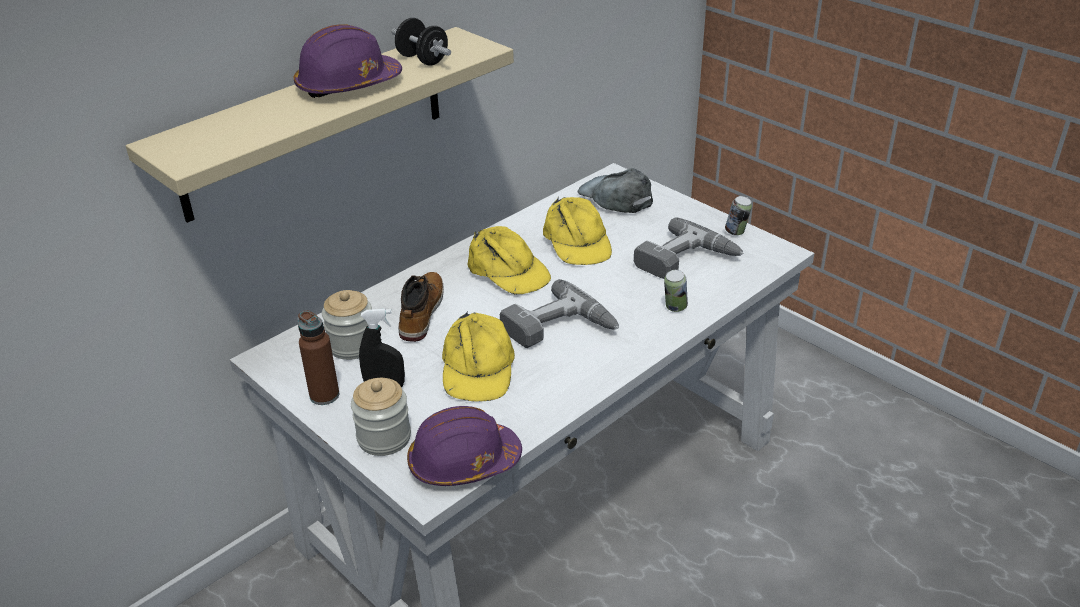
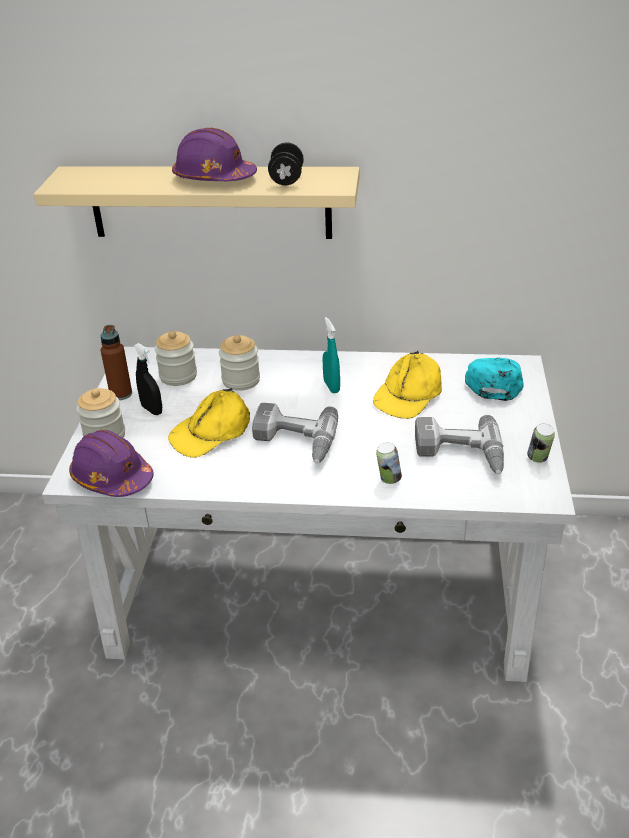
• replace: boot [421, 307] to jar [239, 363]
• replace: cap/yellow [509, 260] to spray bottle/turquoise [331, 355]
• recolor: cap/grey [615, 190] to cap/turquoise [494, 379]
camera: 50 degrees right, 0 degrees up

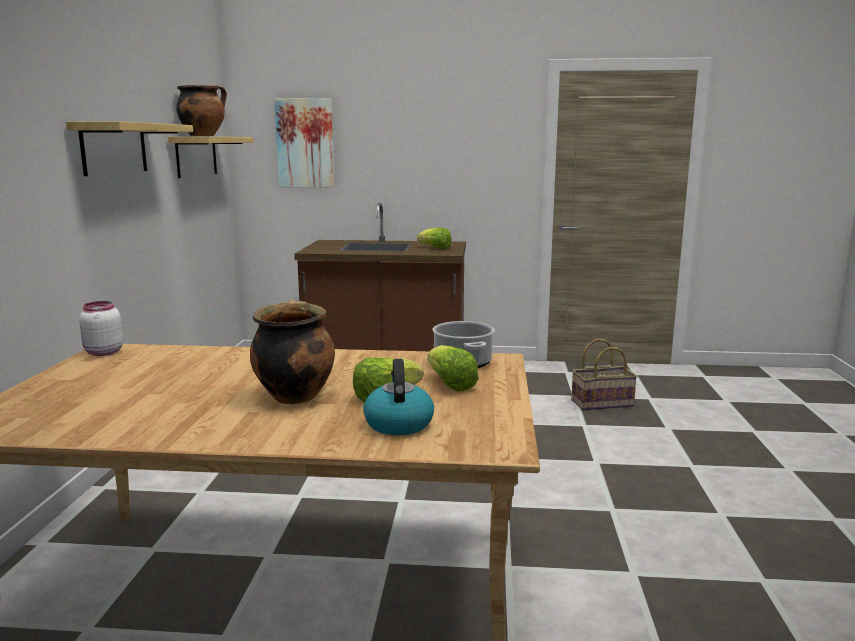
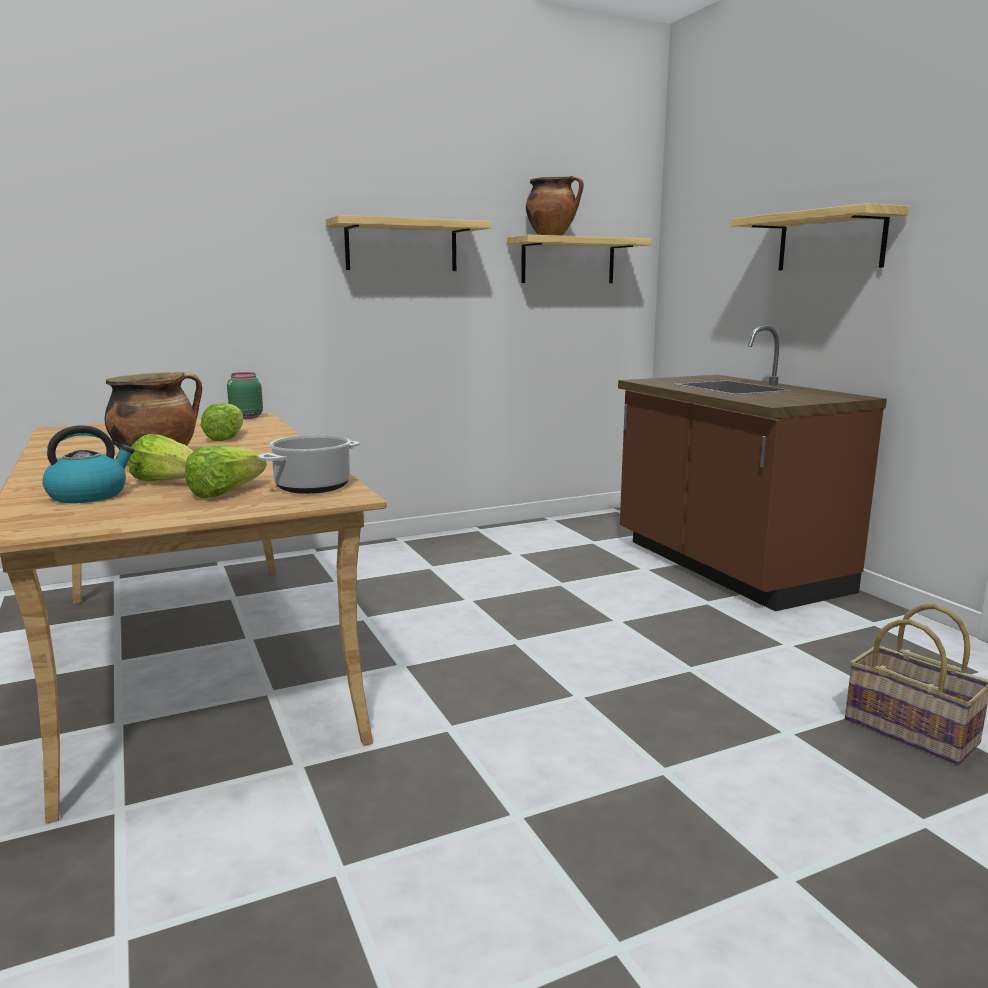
• delete: picture [304, 142]
• insert: shelf [820, 236]
• move: lettuce [434, 238] to [222, 422]
• recolor: jar/white [101, 328] to jar/green [245, 395]
camera: 60 degrees right, 0 degrees up

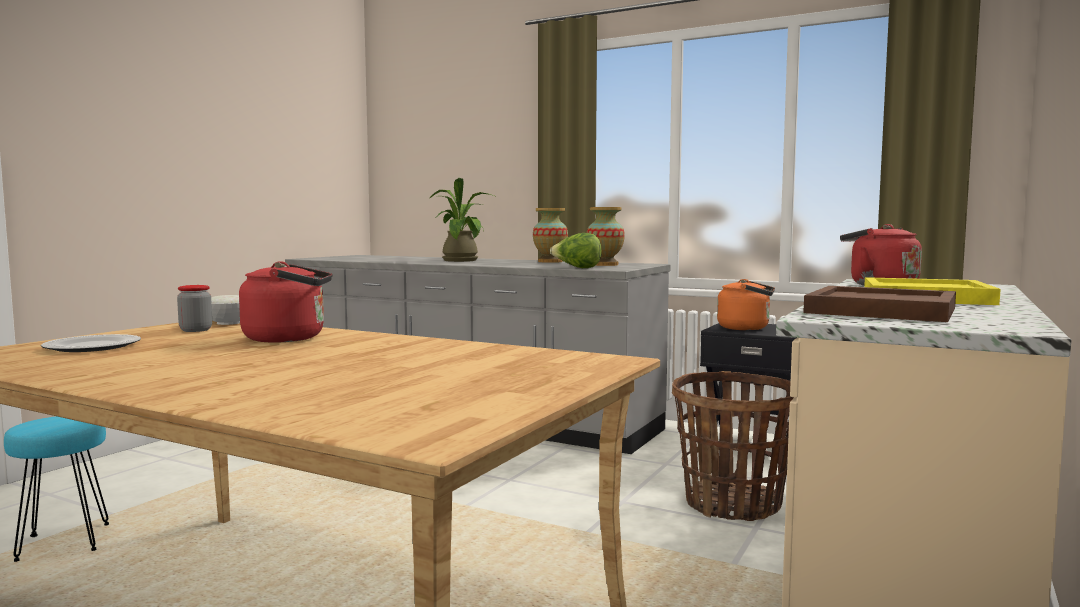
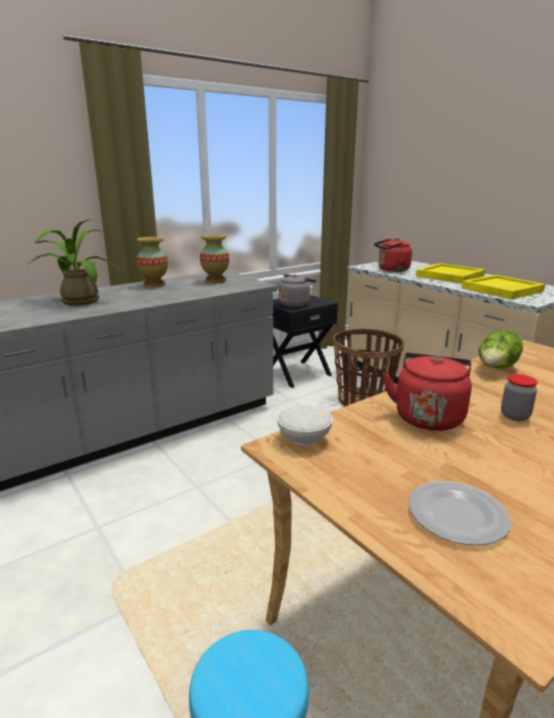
• move: jar [194, 308] to [519, 397]
• move: lettuce [576, 250] to [501, 349]
• recolor: kettle/orange [746, 304] to kettle/grey [296, 290]
• recolor: tray/brown [879, 304] to tray/yellow [503, 287]
camera: 65 degrees left, 15 degrees up

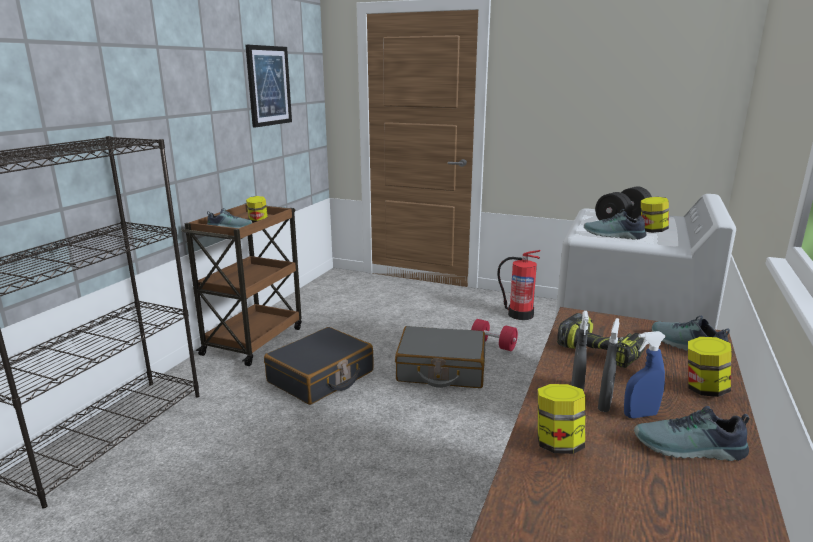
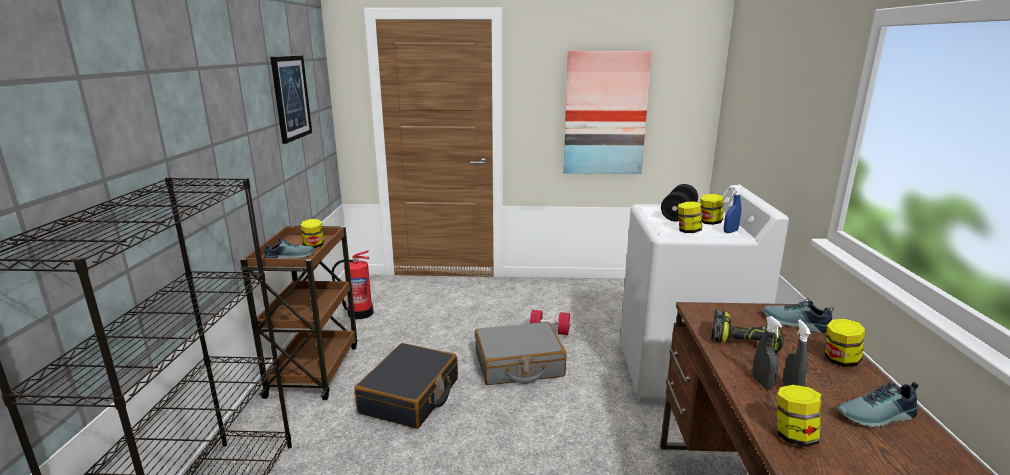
• insert: picture [607, 112]
• move: fire extinguisher [519, 285] to [353, 284]
• move: spray bottle/blue [645, 374] to [733, 209]
• replace: shoe [615, 224] to jar [690, 217]
camera: 20 degrees left, 0 degrees up

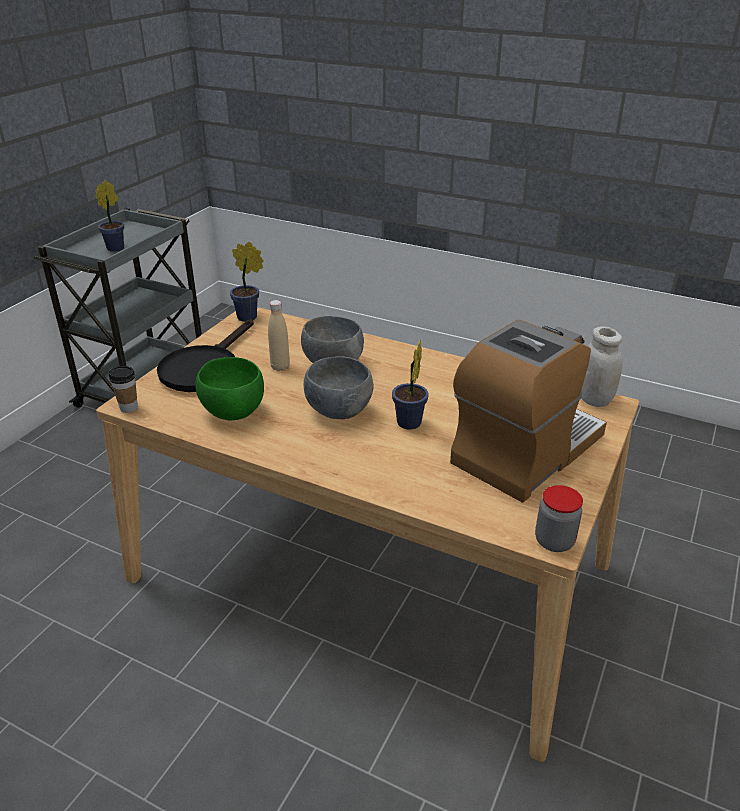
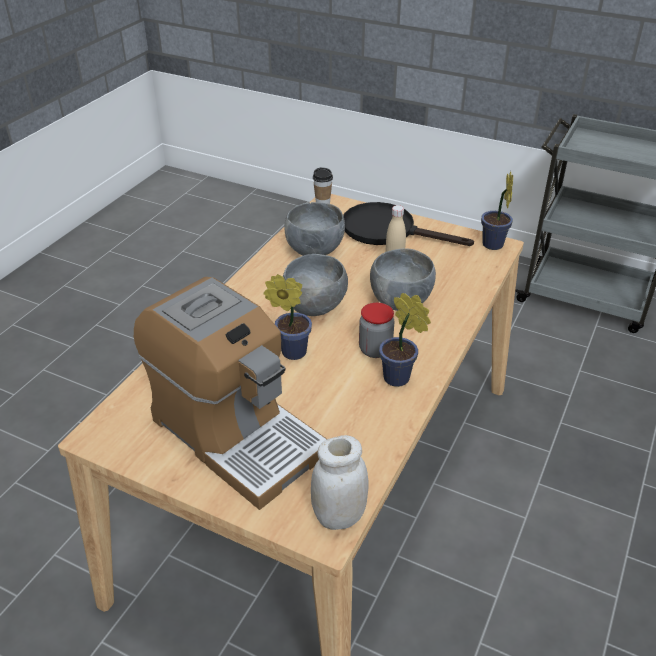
• move: potted plant [109, 216] to [405, 340]
• move: jar [559, 518] to [377, 330]
• recolor: bowl/green [229, 388] to bowl/grey [314, 229]
camera: 90 degrees right, 5 degrees up

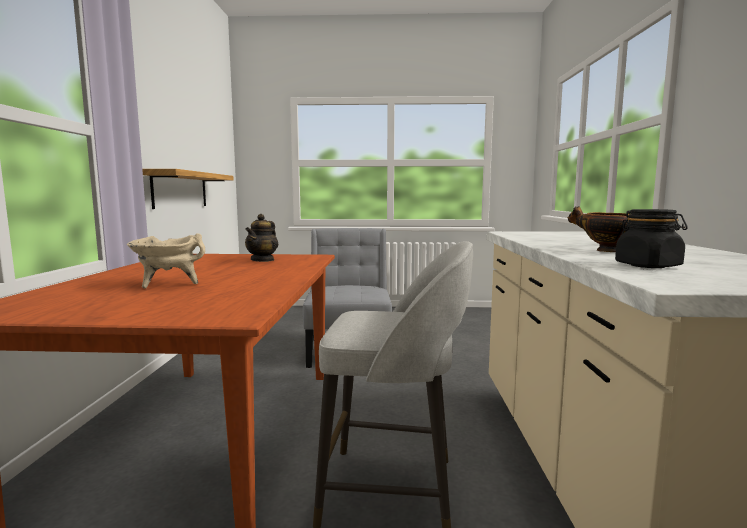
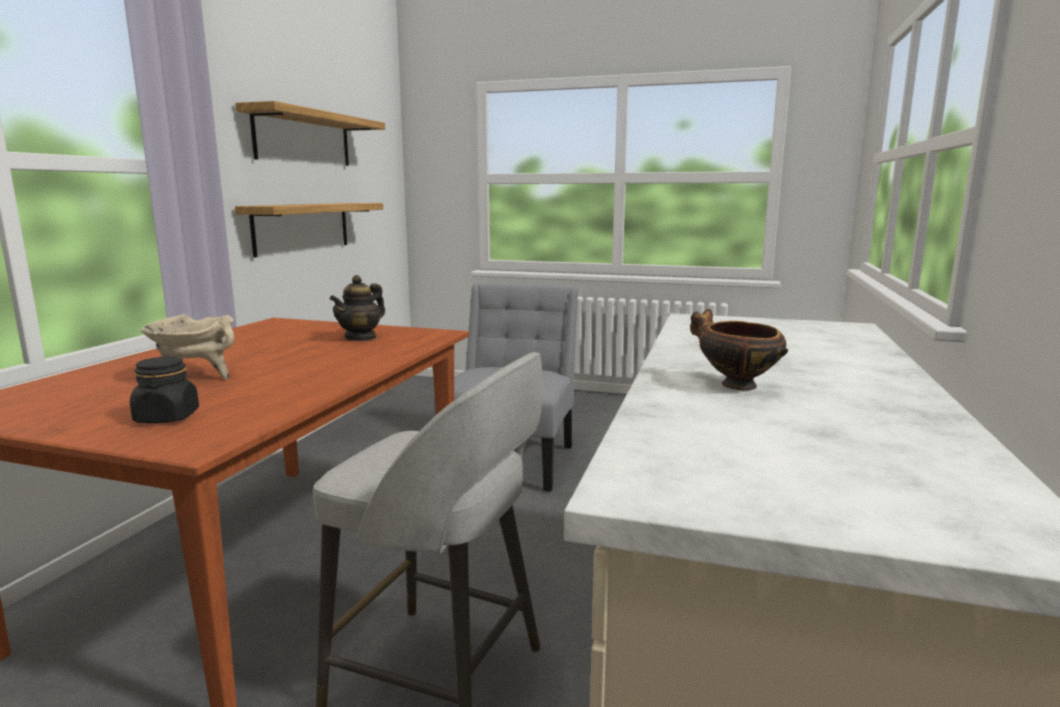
• insert: shelf [310, 133]
• move: jar/black [651, 238] to [164, 389]
camera: 15 degrees right, 5 degrees up

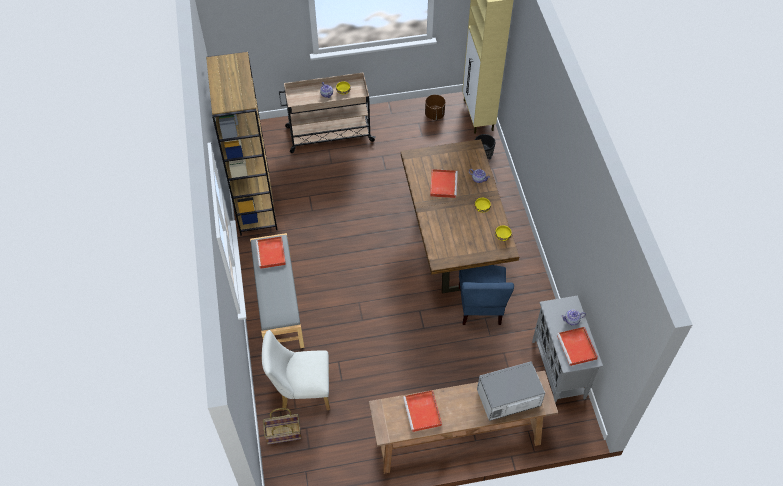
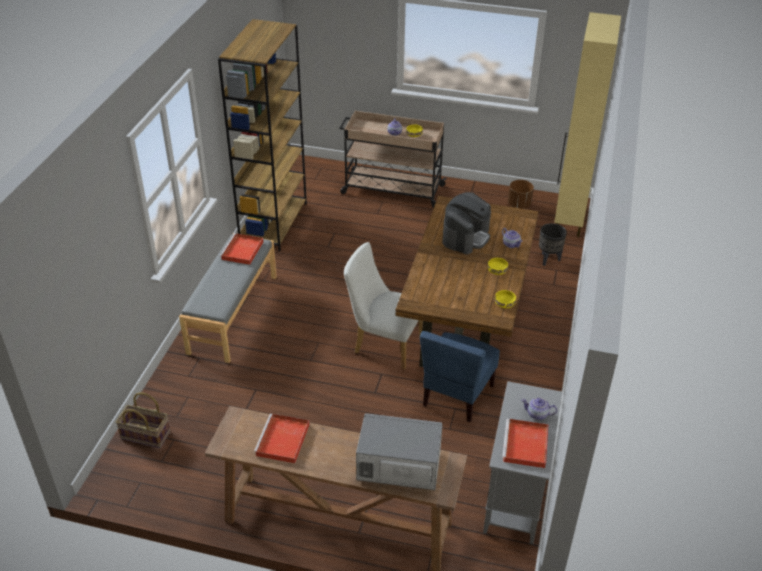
• move: chair/white [296, 370] to [383, 306]
• replace: tray/red [444, 183] to coffee machine [466, 223]
camera: 25 degrees right, 15 degrees down

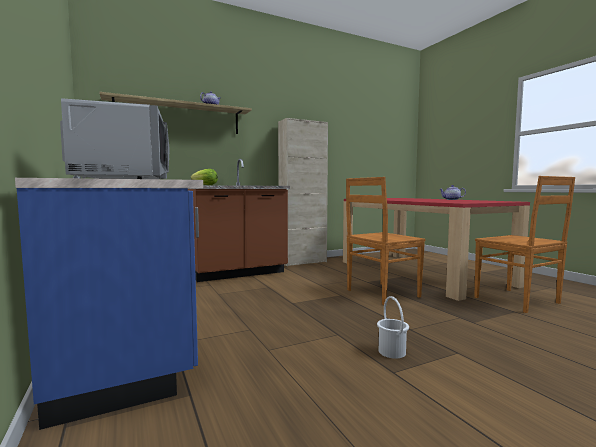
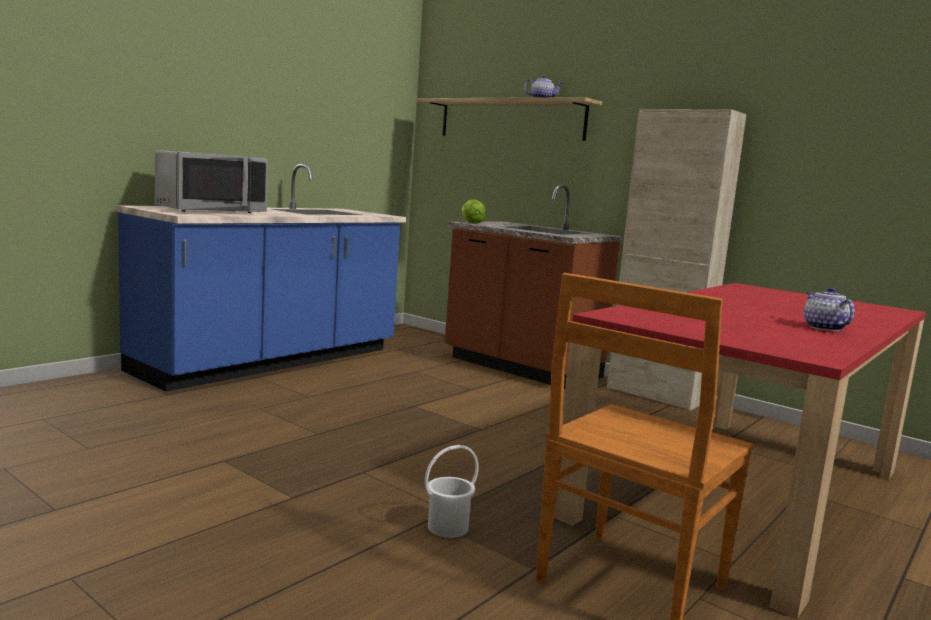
• delete: chair/brown [386, 241]
• move: bucket/white [393, 327] to [452, 491]
camera: 65 degrees right, 5 degrees up

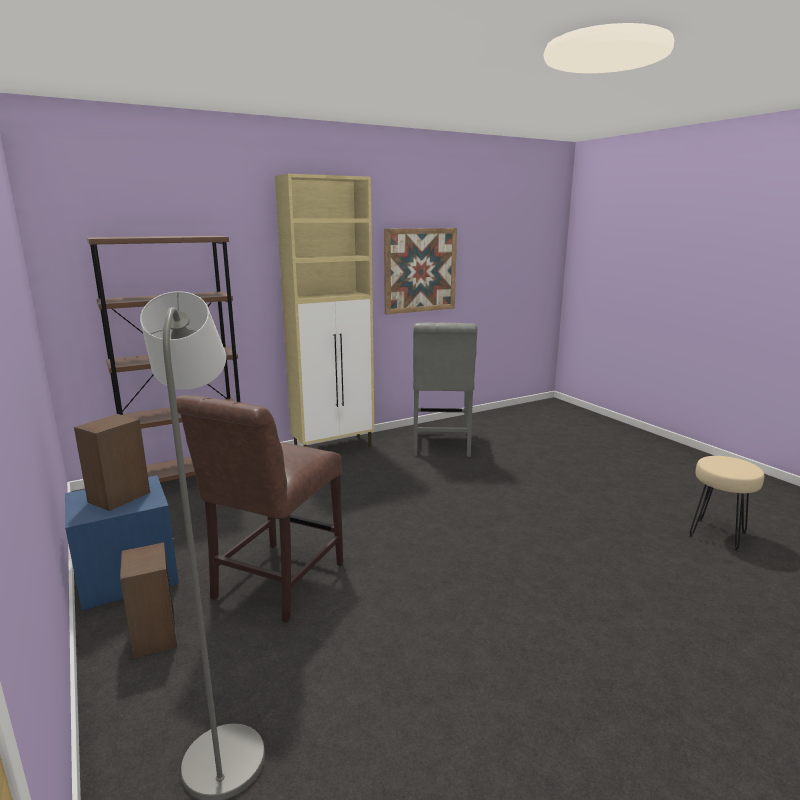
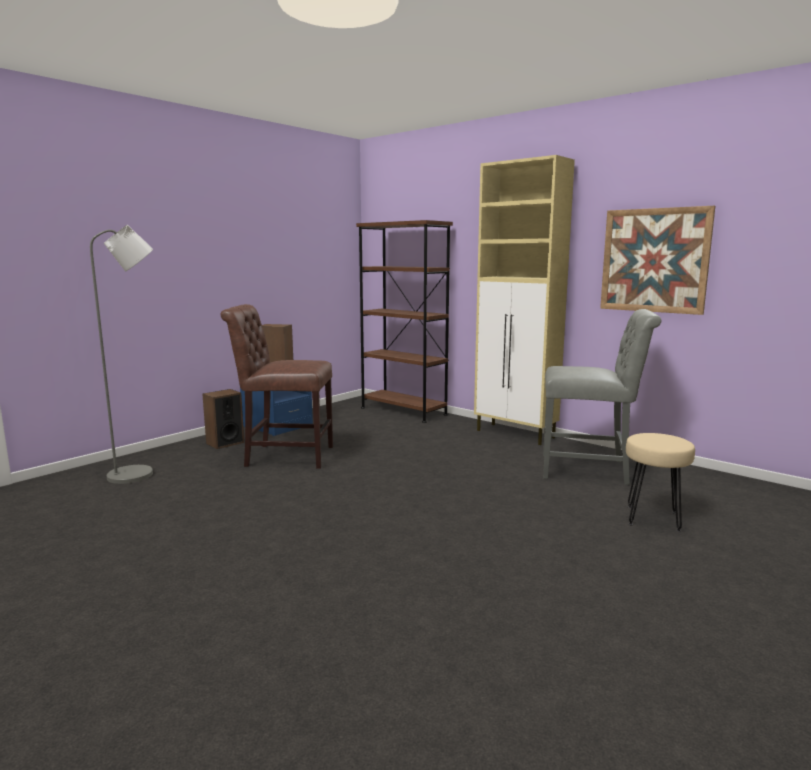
• move: stool/beige [726, 504] to [660, 482]
• rotate: chair/grey [445, 389] = [602, 397] 150 degrees counterclockwise
camera: 70 degrees right, 5 degrees down

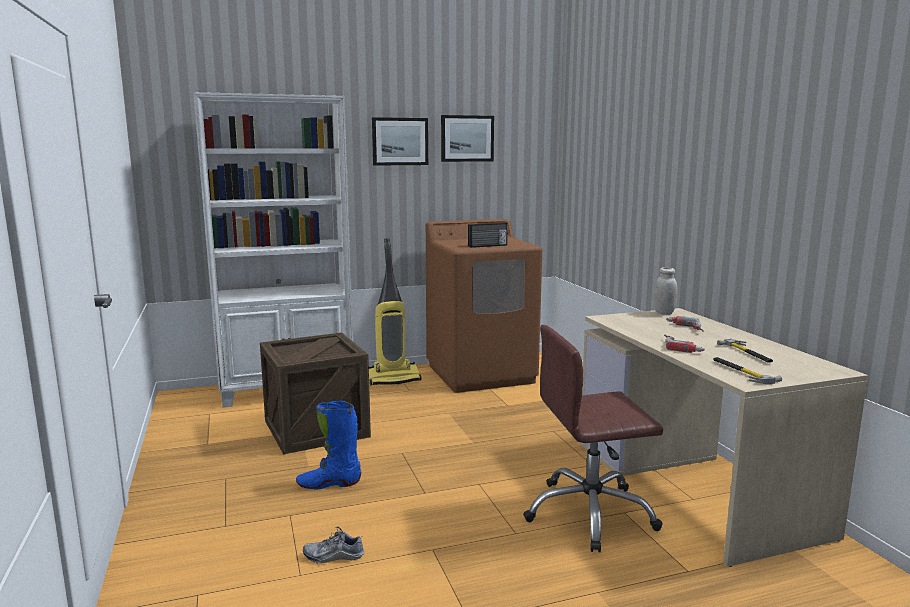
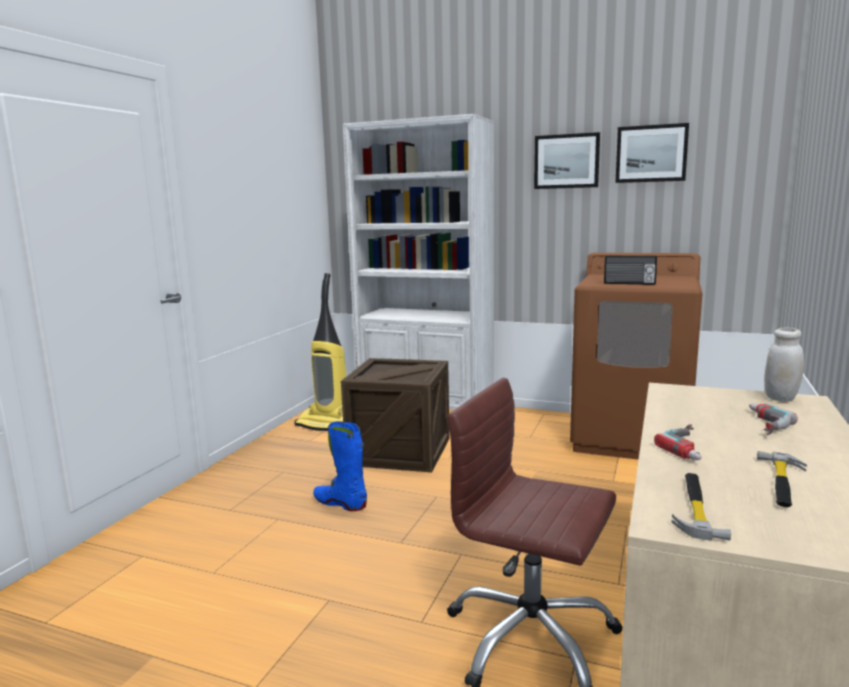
• delete: shoe [333, 545]
• move: vacuum cleaner [395, 311] to [320, 352]
camera: 40 degrees right, 0 degrees up

